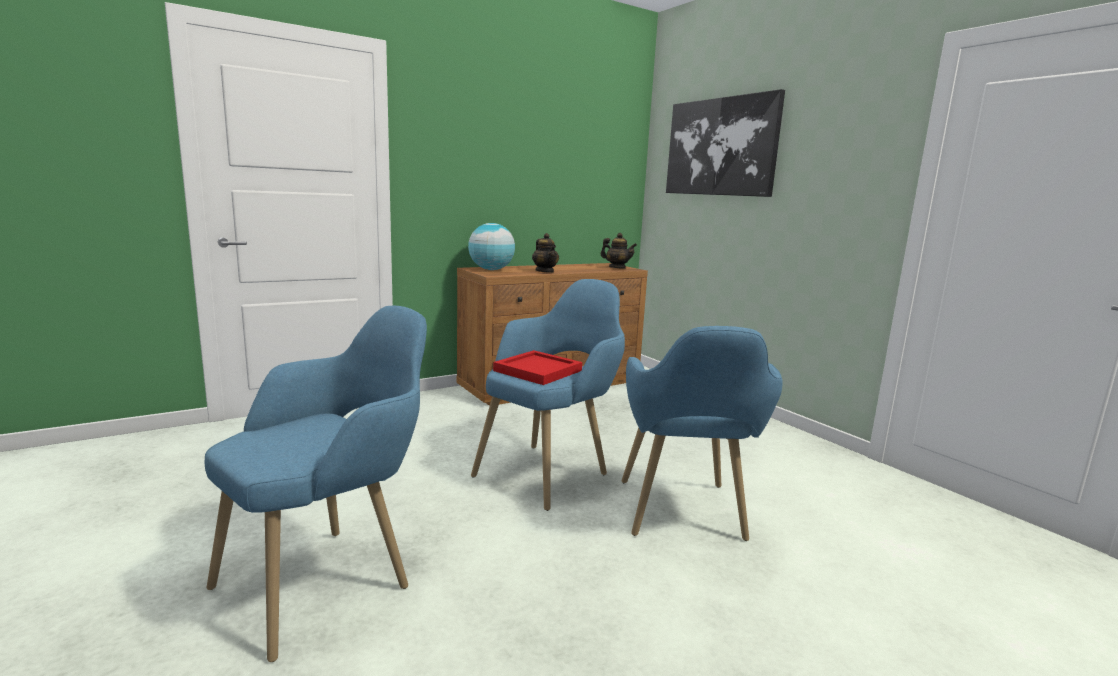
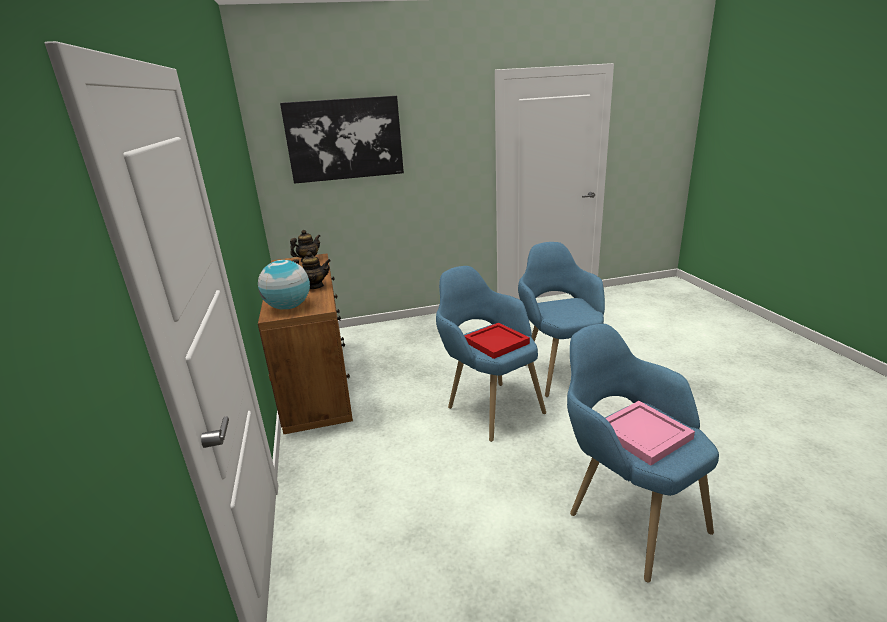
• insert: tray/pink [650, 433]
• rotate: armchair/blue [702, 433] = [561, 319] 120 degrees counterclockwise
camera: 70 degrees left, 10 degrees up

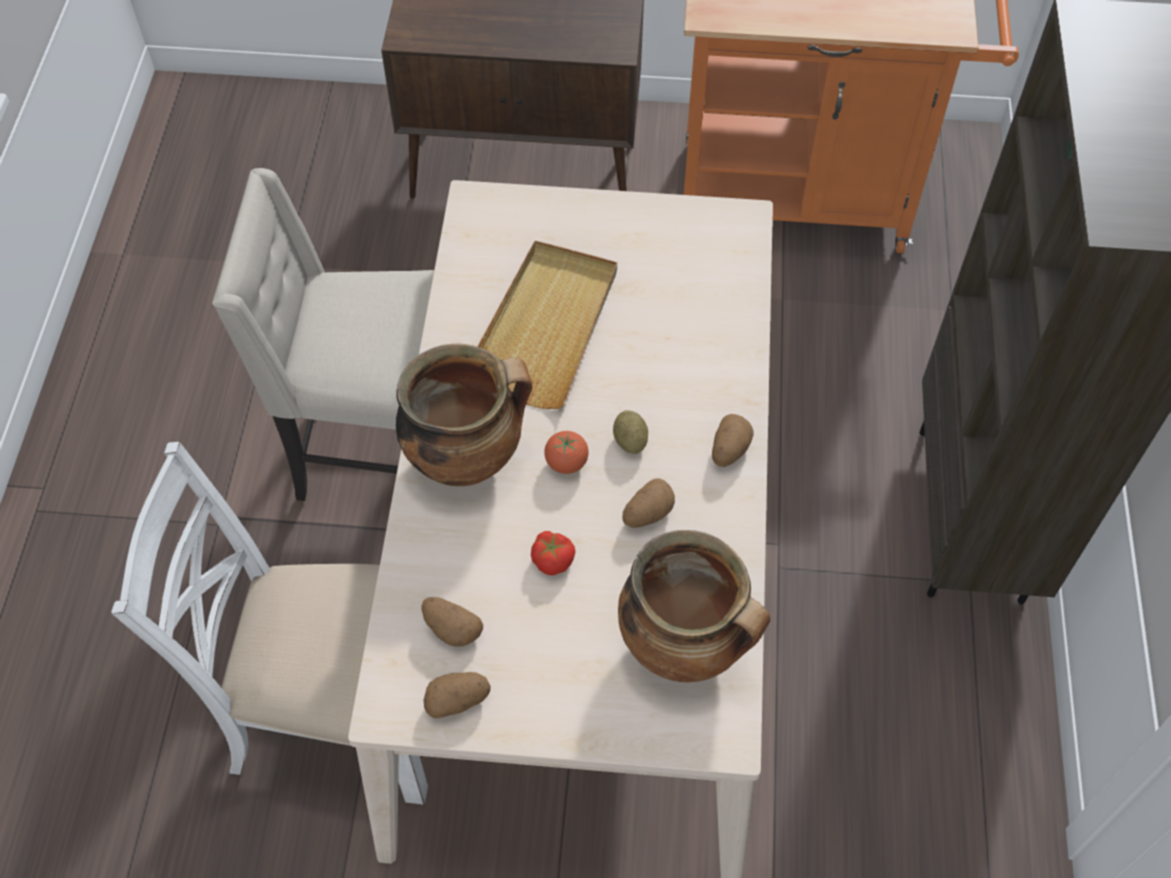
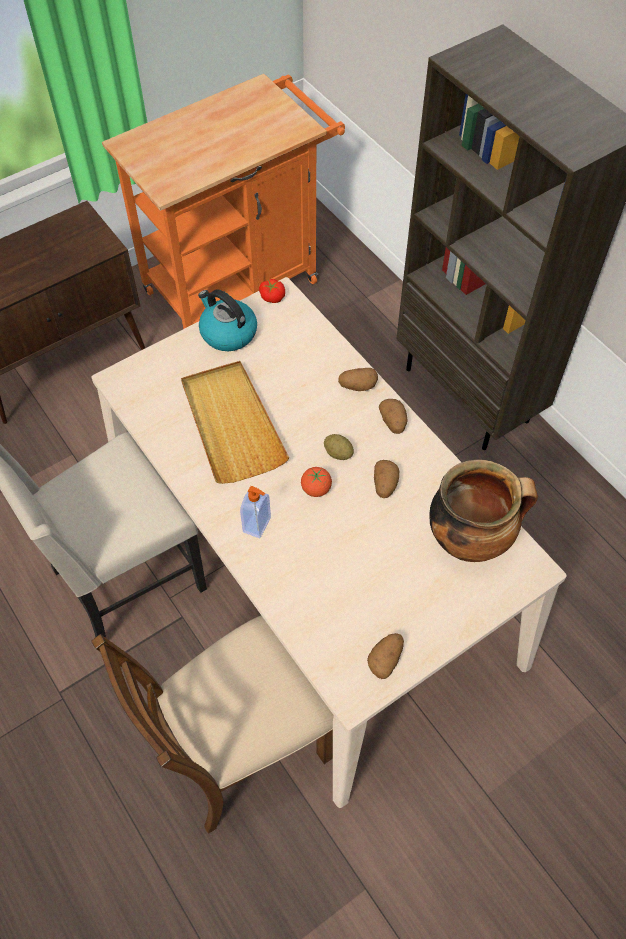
• insert: kettle [227, 320]
• move: potato [452, 622] to [358, 379]
• move: tomato [553, 553] to [272, 291]
• replace: cooking pot [464, 415] to soap dispenser [255, 512]
• recolor: chair/white [269, 623] to chair/brown [212, 725]
camera: 40 degrees left, 0 degrees up

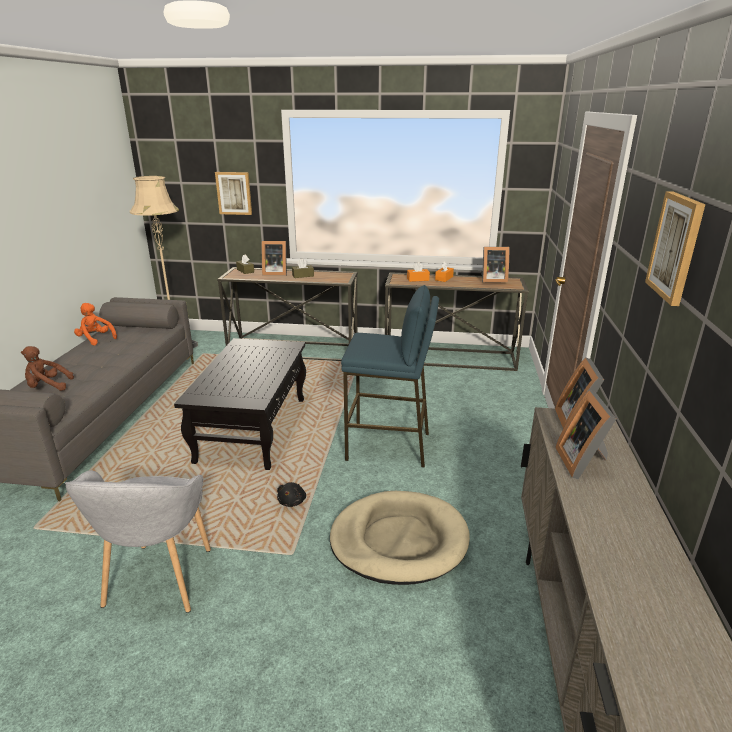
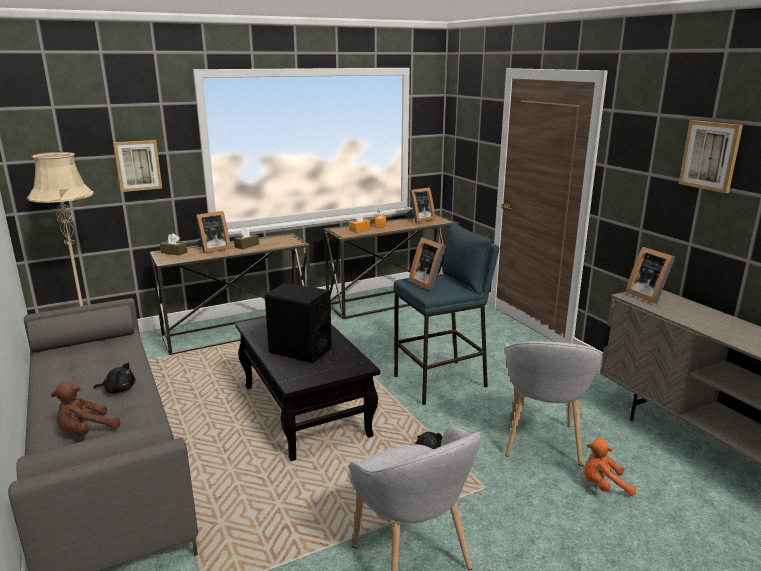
• insert: plush toy/black [114, 378]
• insert: speaker/black [298, 323]
• move: plush toy/orange [95, 324] to [609, 467]
• move: picture frame [586, 434] to [427, 264]
• replace: dog bed/beige [400, 538] to armchair/grey [554, 403]
camera: 35 degrees left, 5 degrees down

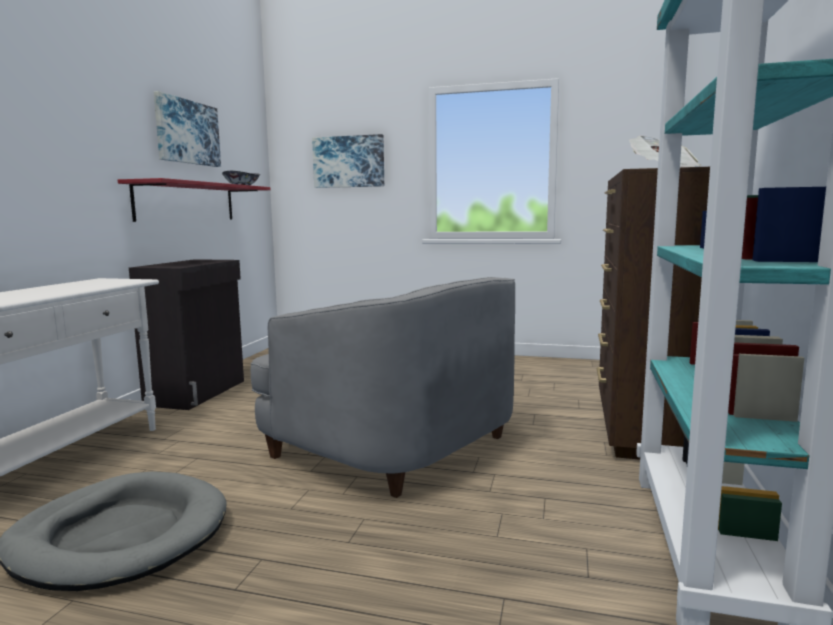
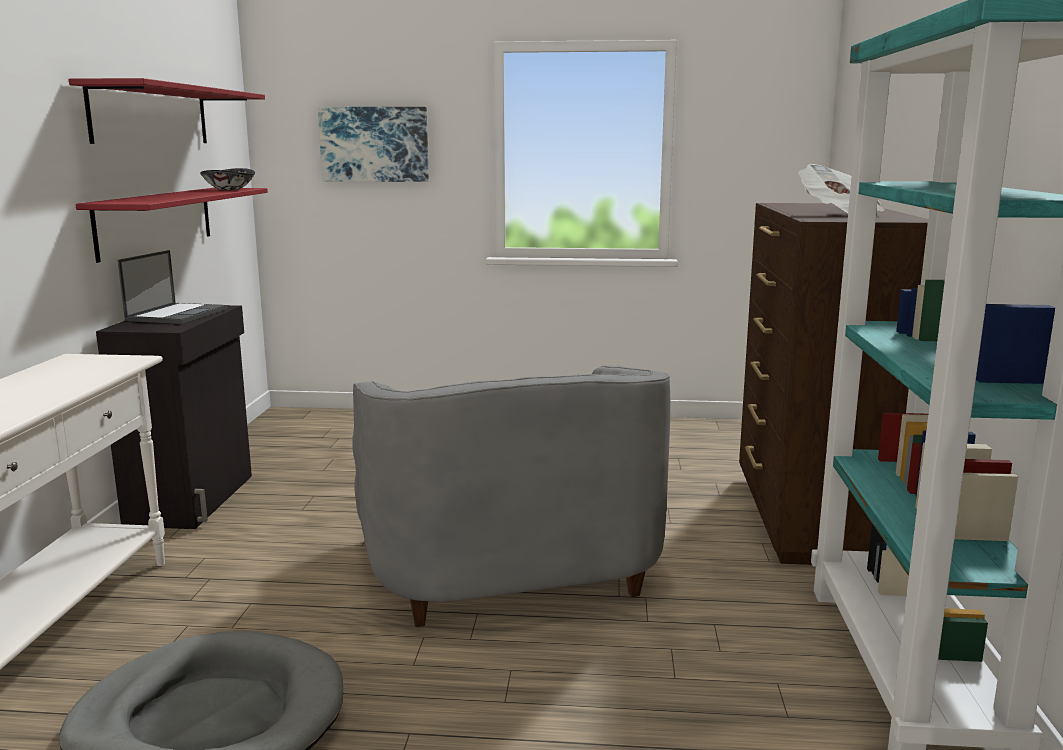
• insert: laptop [173, 287]
• replace: picture [187, 129] to shelf/red [167, 111]
• rotate: armchair/grey [382, 387] = [511, 496] 45 degrees clockwise
camera: 10 degrees left, 5 degrees up

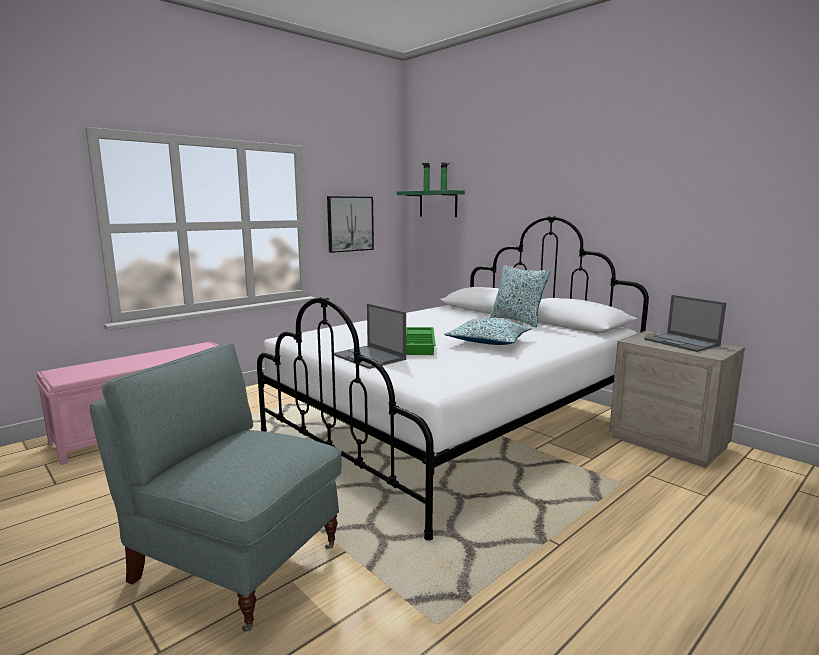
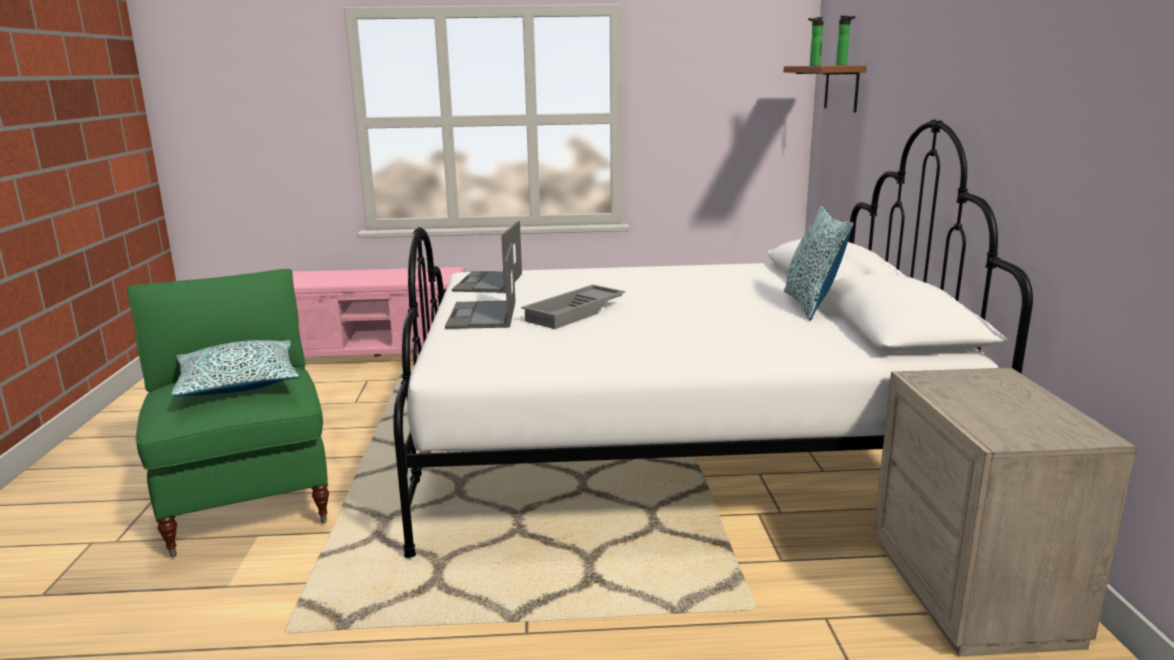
• delete: picture [350, 224]
• move: pillow [488, 331] to [235, 368]
• move: laptop [685, 323] to [487, 257]
• recolor: armchair/grey [215, 488] to armchair/green [228, 413]
• recolor: shelf/green [431, 203] to shelf/brown [825, 89]
• recolor: tray/green [421, 341] to tray/grey [573, 307]
camera: 40 degrees right, 5 degrees up

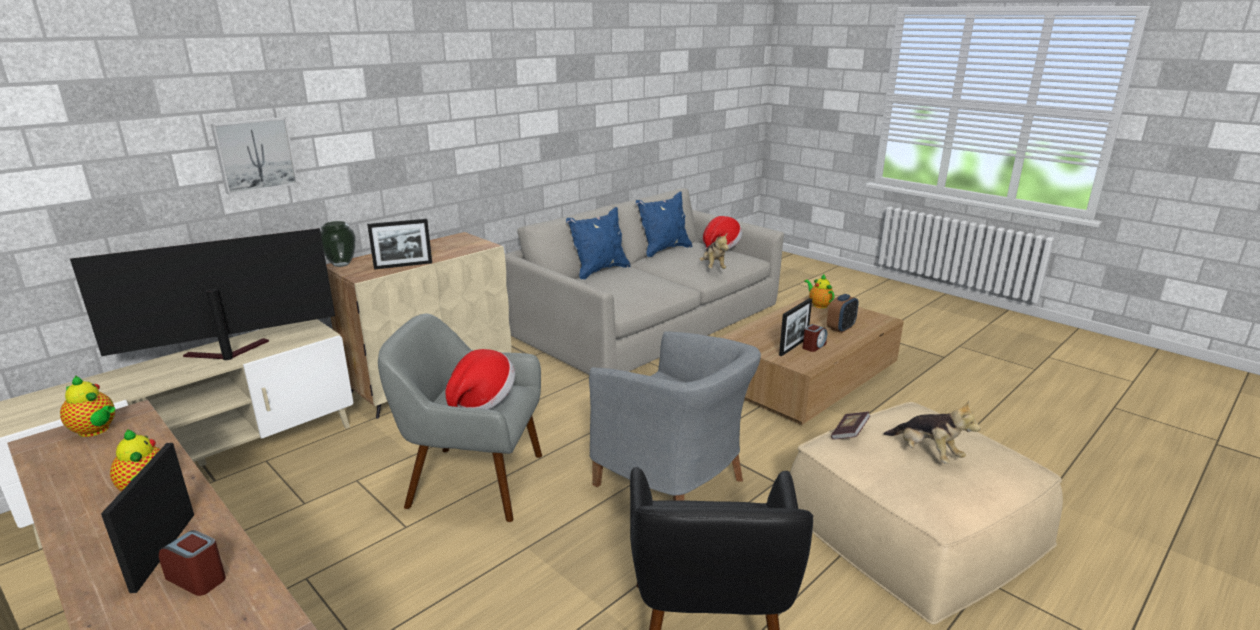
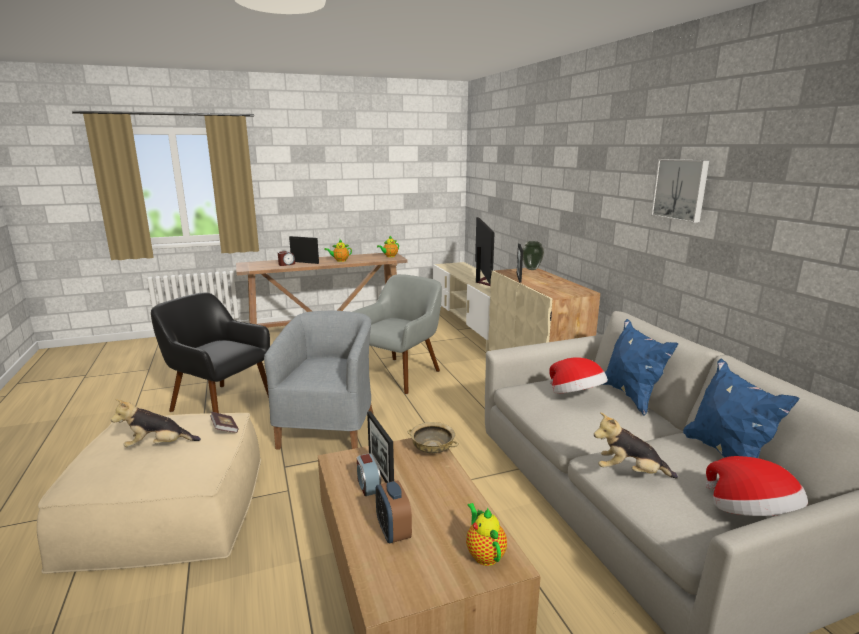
• insert: bowl/beige [433, 437]
• move: picture [254, 156] to [680, 191]
• move: hat [480, 379] to [578, 375]
• rotate: armchair/grey [675, 415] = [318, 380] 120 degrees clockwise
• rotate: teapot [819, 291] = [486, 534] 105 degrees counterclockwise
camera: 115 degrees right, 5 degrees down

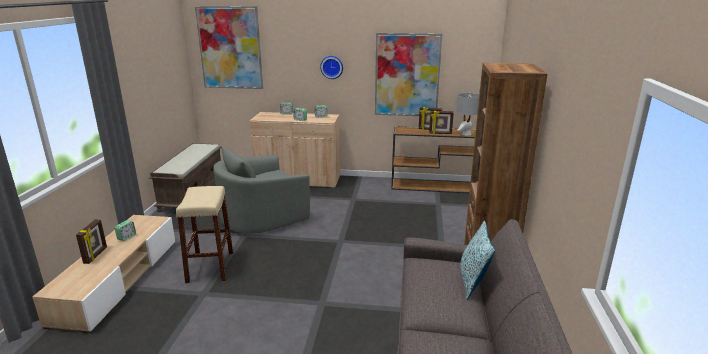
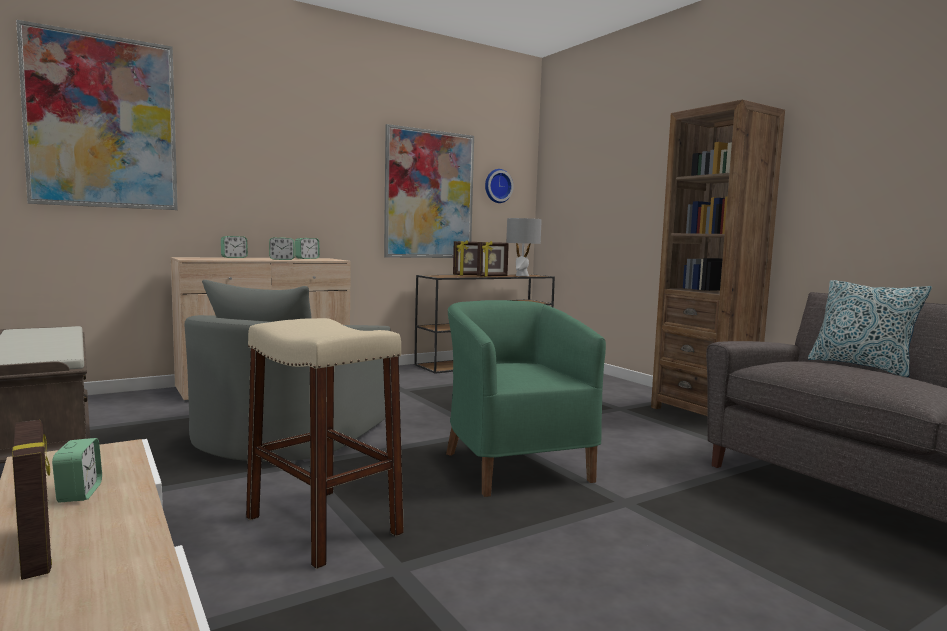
• insert: armchair/green [526, 398]
• move: wall clock [331, 67] to [499, 186]
camera: 40 degrees left, 15 degrees down

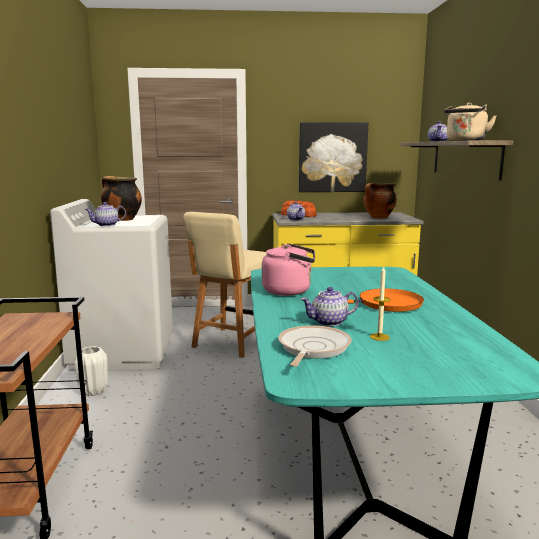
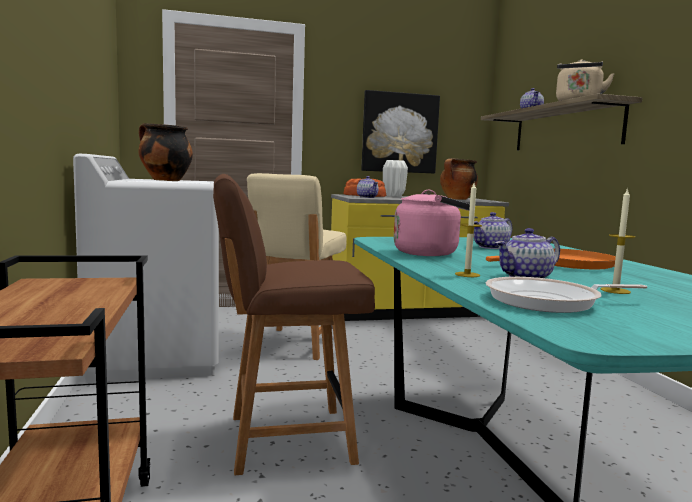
• insert: chair/brown [294, 324]
• insert: candle [468, 230]
• move: vase/white [91, 371] to [395, 178]
• move: teapot [105, 214] to [493, 230]
• rotate: frying pan [315, 346] = [566, 295] 105 degrees counterclockwise
camera: 10 degrees left, 5 degrees down

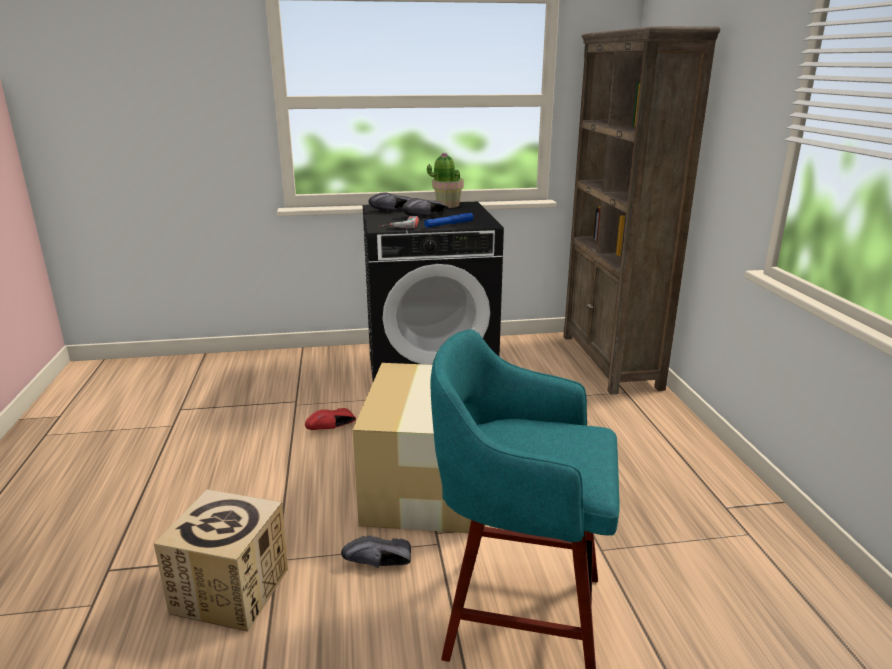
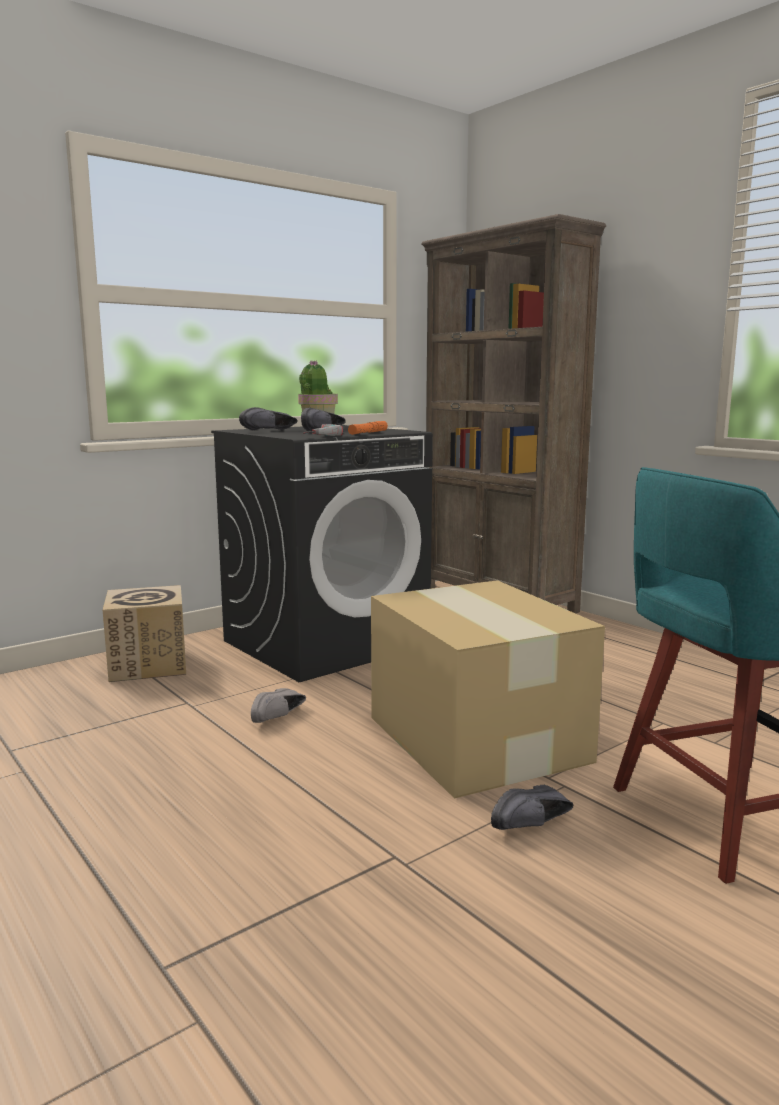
• move: cardboard box [221, 560] to [144, 633]
• recolor: shoe/red [330, 419] to shoe/grey [278, 705]
• recolor: flashlight/blue [449, 220] to flashlight/orange [368, 428]
camera: 30 degrees left, 10 degrees down

